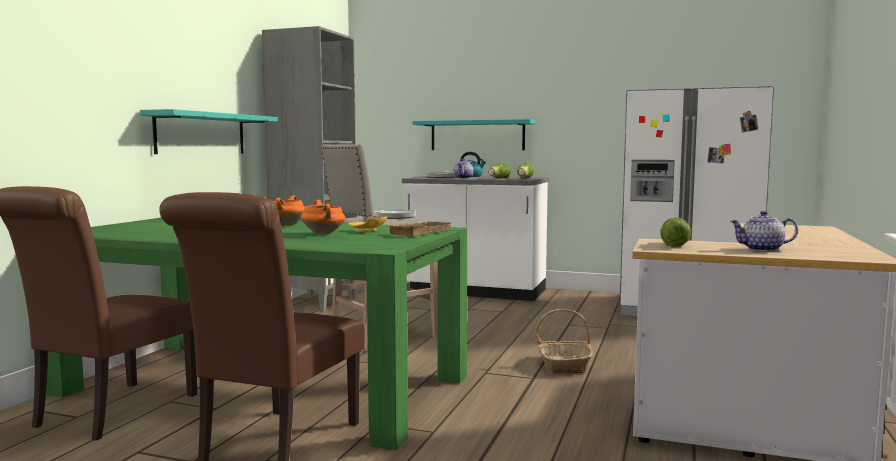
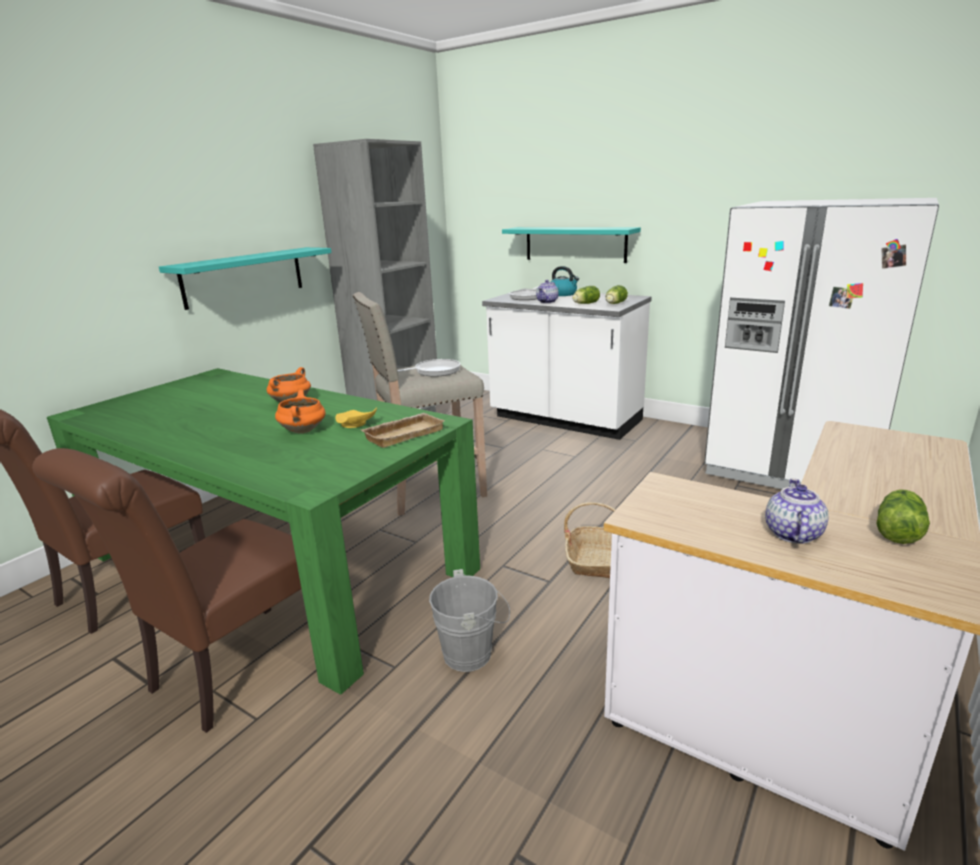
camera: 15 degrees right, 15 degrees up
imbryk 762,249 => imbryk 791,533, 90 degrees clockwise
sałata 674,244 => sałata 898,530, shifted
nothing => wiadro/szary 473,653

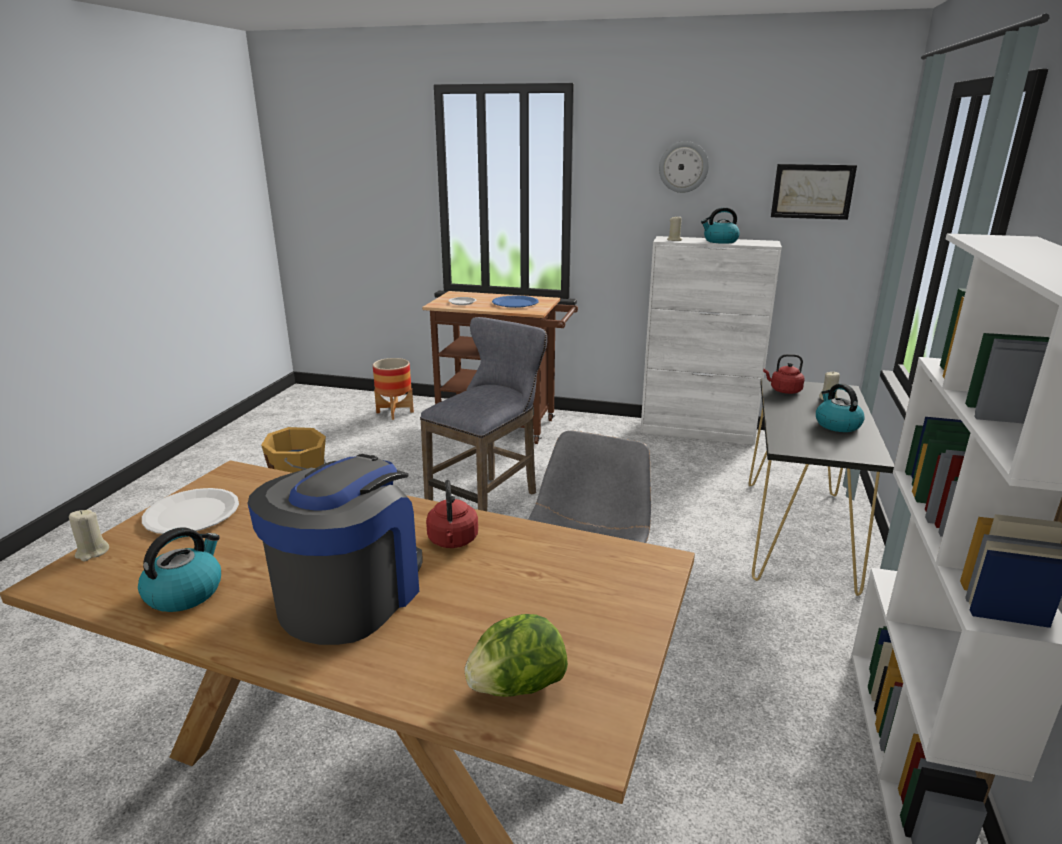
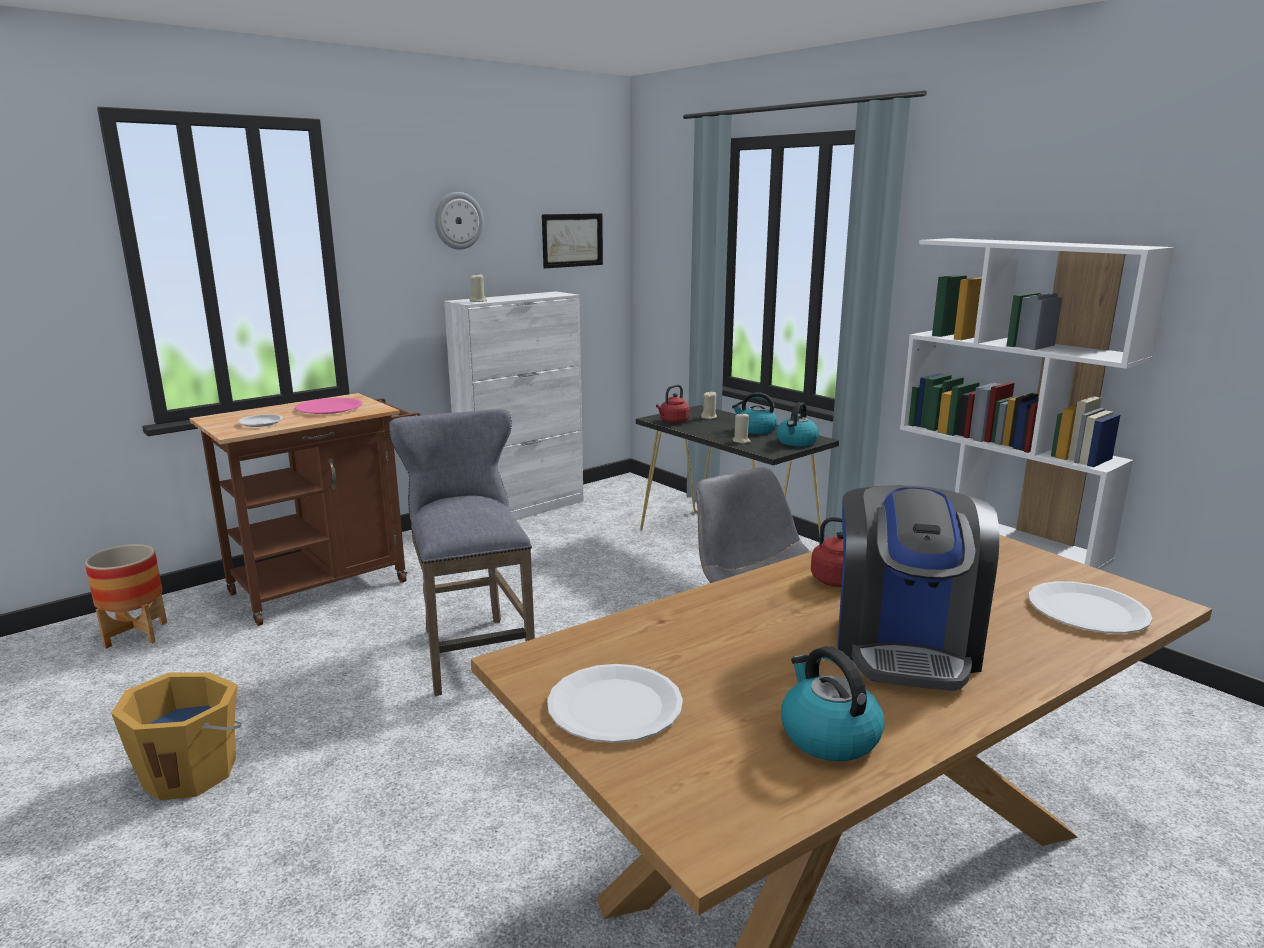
camera: 55 degrees left, 5 degrees down
czajnik 720,241 => czajnik 796,442, shifted
talerz/niebieski 515,303 => talerz/różowy 329,408
ekspres do kawy 350,595 => ekspres do kawy 906,645, 135 degrees counterclockwise
świeca/beżowy 92,552 => świeca/beżowy 741,441, shifted
sałata 516,687 => talerz/biały 1087,610

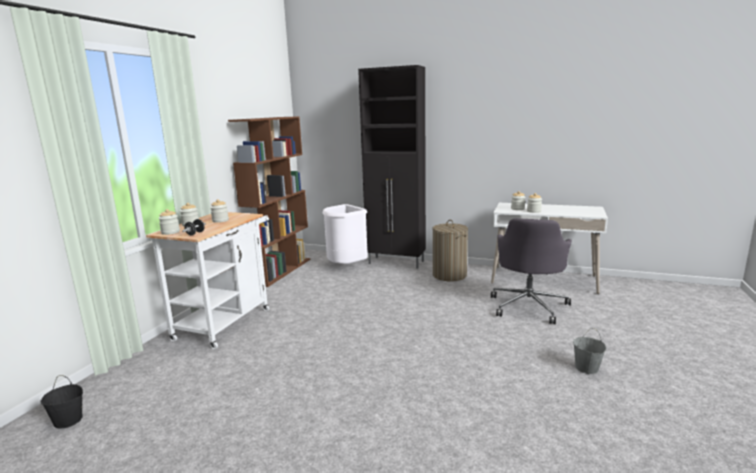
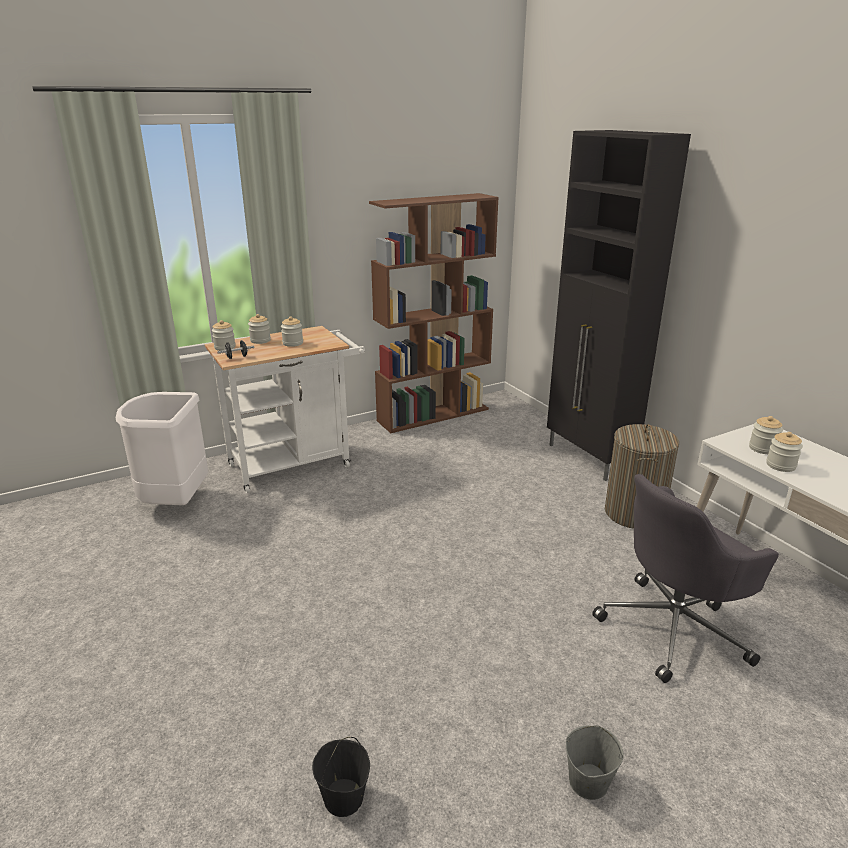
camera: 40 degrees right, 10 degrees up
kosz na śmieci/biały 346,267 => kosz na śmieci/biały 175,503, shifted
wiadro/czarny 69,420 => wiadro/czarny 344,798, shifted

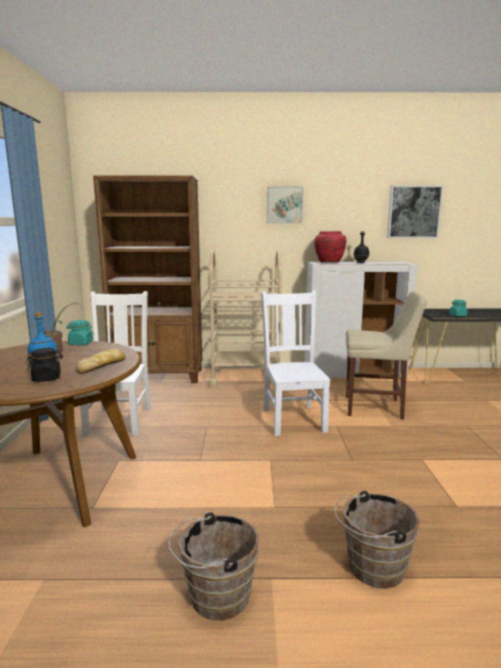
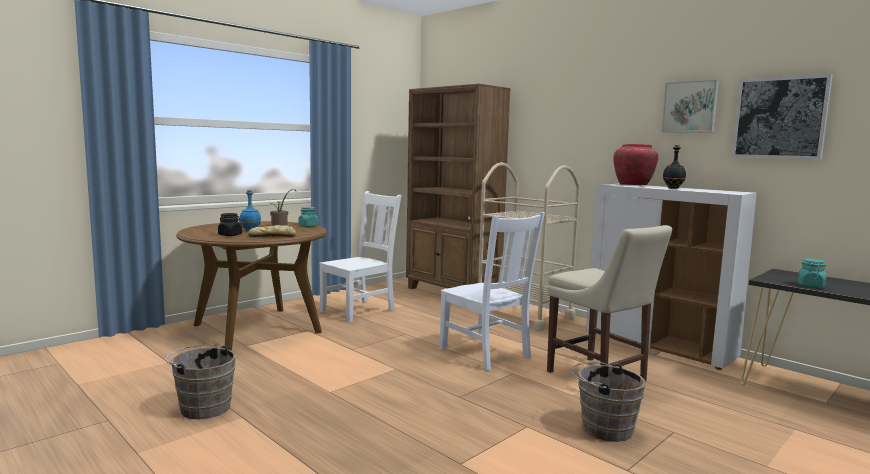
camera: 45 degrees right, 5 degrees down
obraz 284,205 => obraz 690,107, shifted
krzesło/biały 293,419 => krzesło/biały 486,354, 105 degrees clockwise
wiadro/brązowy 371,567 => wiadro/brązowy 603,428, shifted

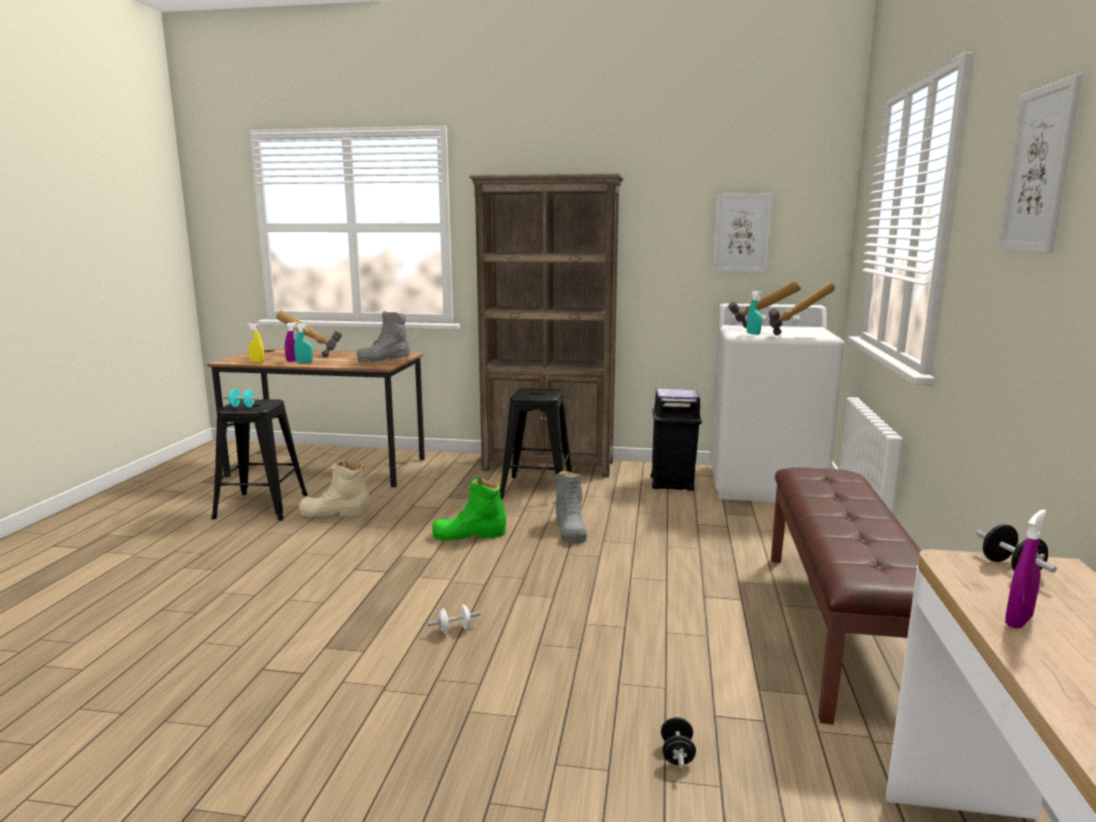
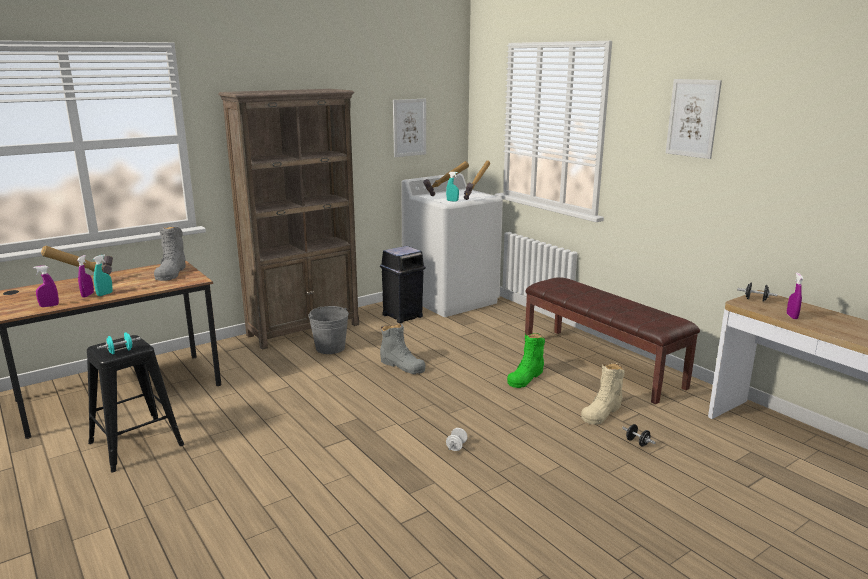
camera: 45 degrees left, 5 degrees up
spryskiwacz/żółty 257,362 => spryskiwacz/fioletowy 49,306
stołek/czarny 538,488 => wiadro/szary 330,348
but z cholewką/beżowy 334,512 => but z cholewką/beżowy 602,412, shifted
but z cholewką/zielony 469,535 => but z cholewką/zielony 526,377, shifted

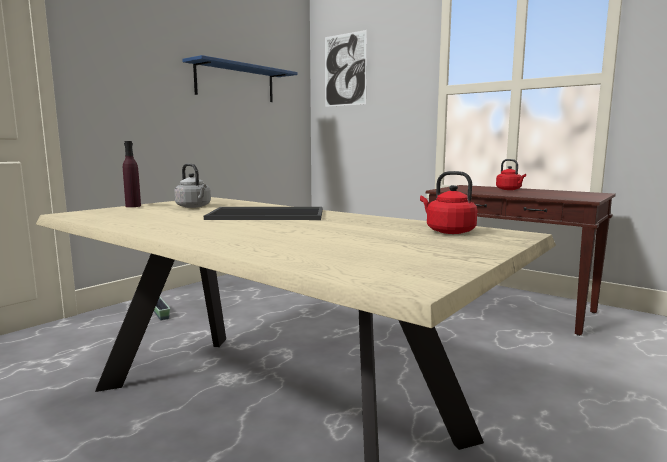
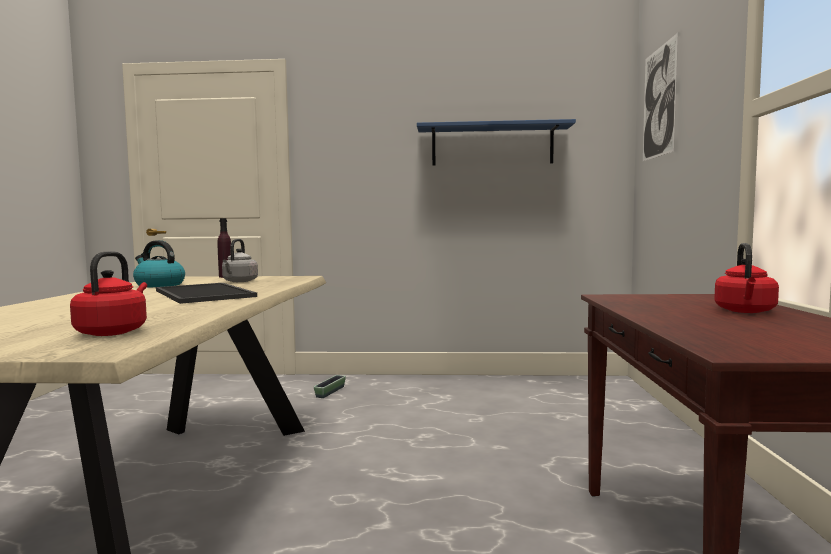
camera: 55 degrees right, 5 degrees down
nothing => czajnik 159,285

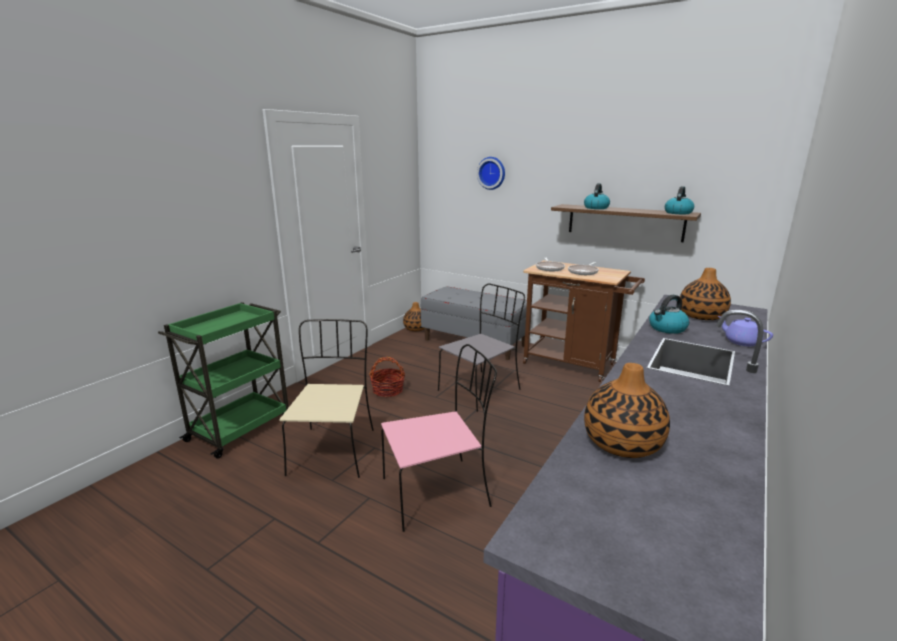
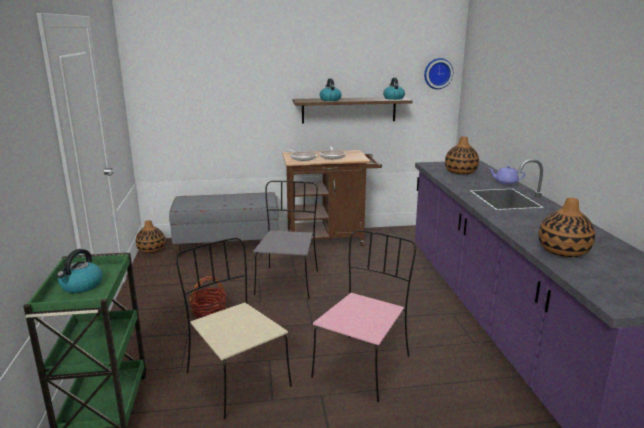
camera: 40 degrees left, 0 degrees up
zegar ścienny 492,173 => zegar ścienny 437,73, shifted
czajnik 667,328 => czajnik 81,286, shifted

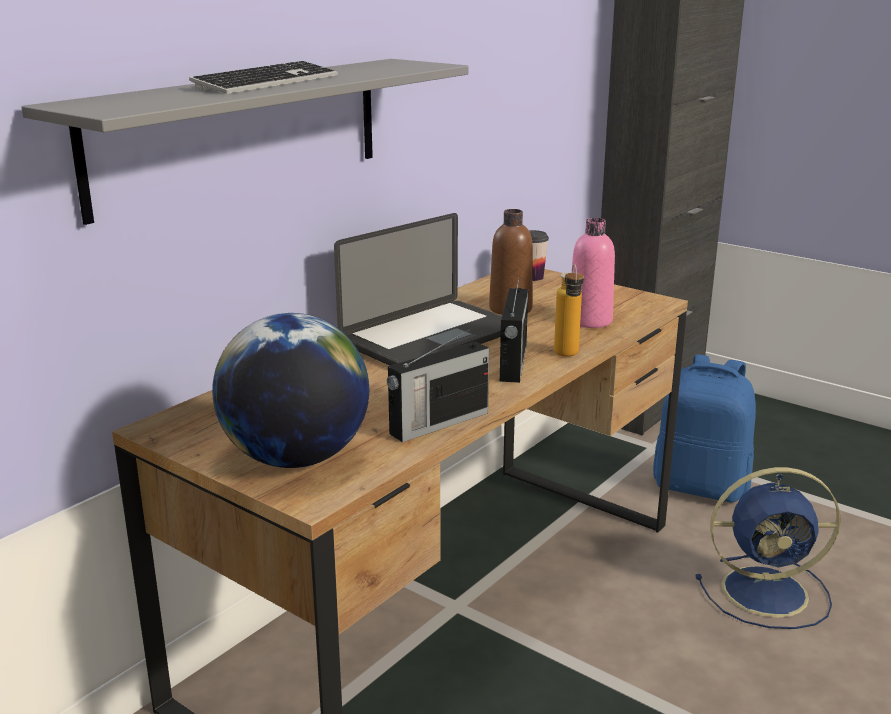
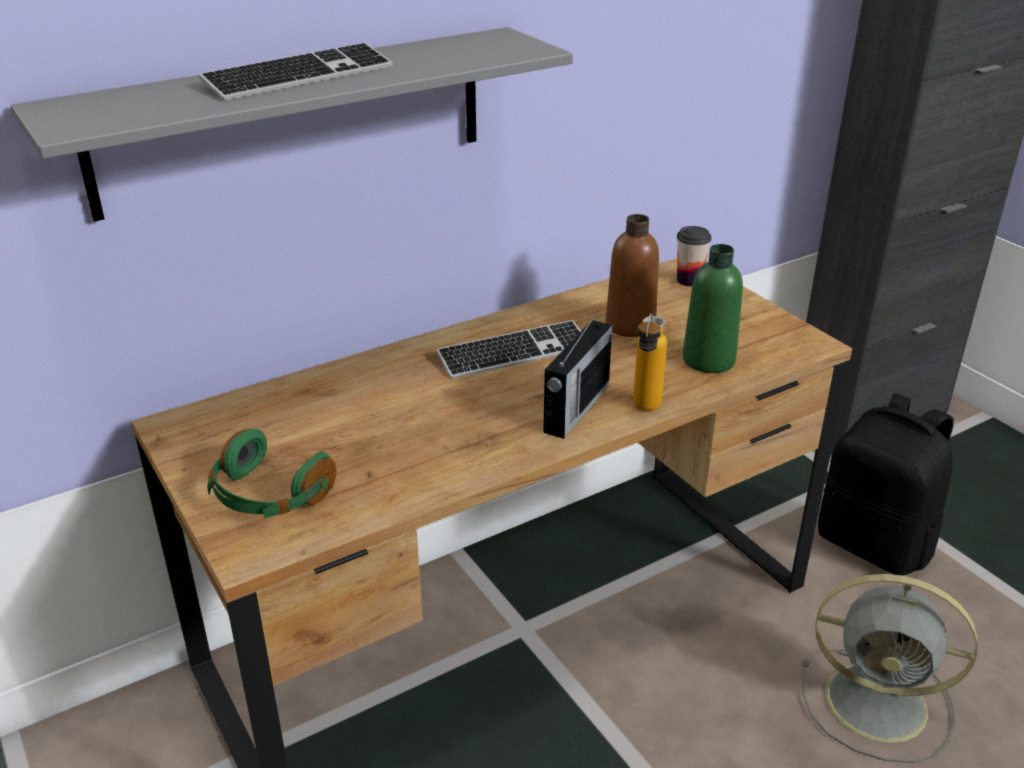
camera: 20 degrees right, 10 degrees up
laptop 431,337 => klawiatura 514,353
butelka/różowy 589,321 => butelka/zielony 708,360
globus 296,458 => słuchawki/zielony 268,496
radio 437,423 => nothing
plecak/niebieski 701,486 => plecak/czarny 875,544
wentylator/niebieski 768,592 => wentylator/szary 880,703

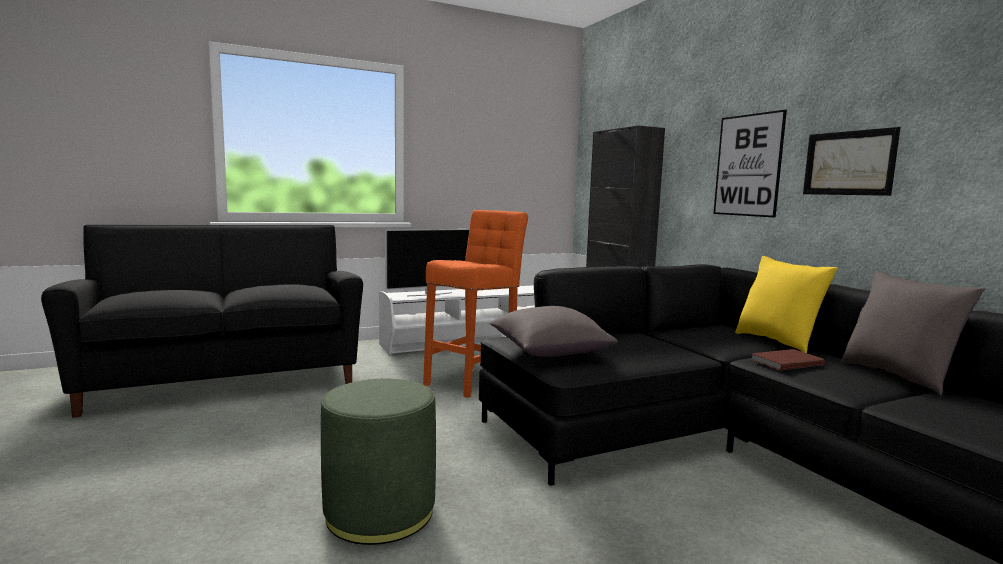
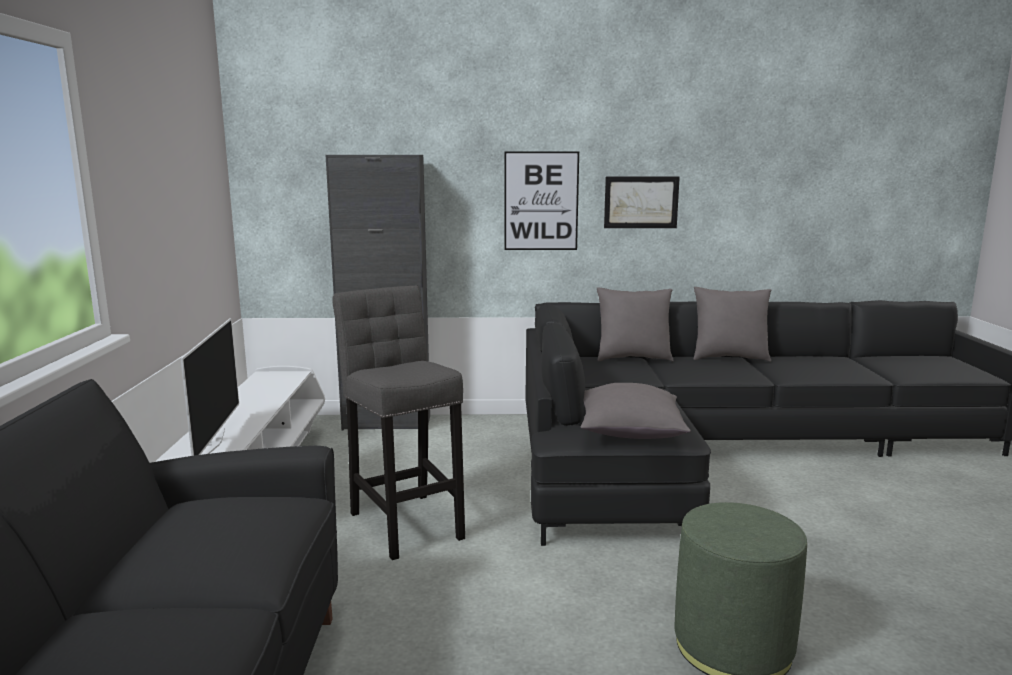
camera: 65 degrees left, 5 degrees up
stołek/pomarańczowy 474,379 => stołek/szary 405,522
poduszka/żółty 777,342 => poduszka/szary 633,358
książka/brązowy 785,362 => nothing

